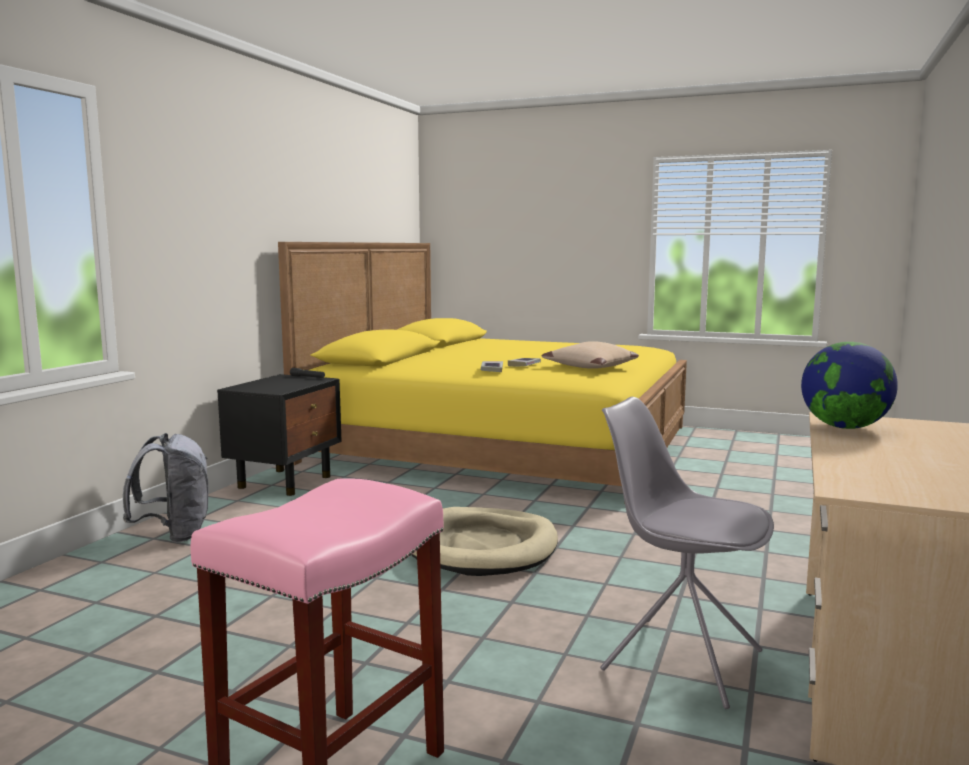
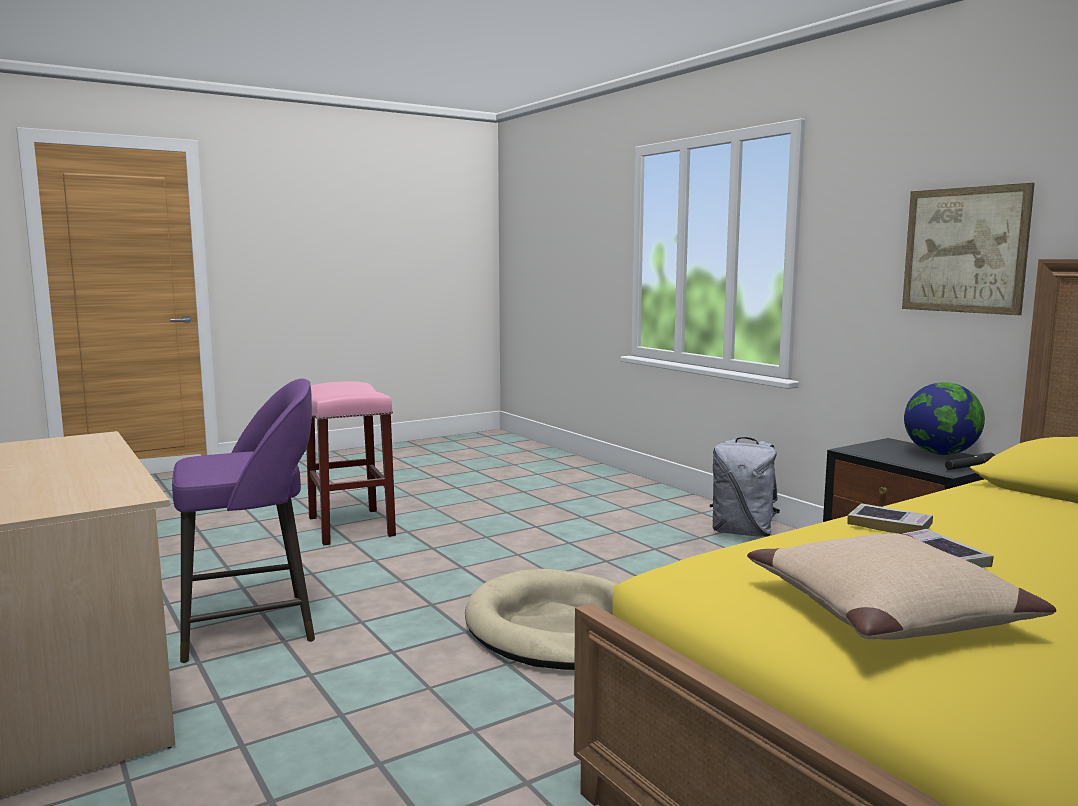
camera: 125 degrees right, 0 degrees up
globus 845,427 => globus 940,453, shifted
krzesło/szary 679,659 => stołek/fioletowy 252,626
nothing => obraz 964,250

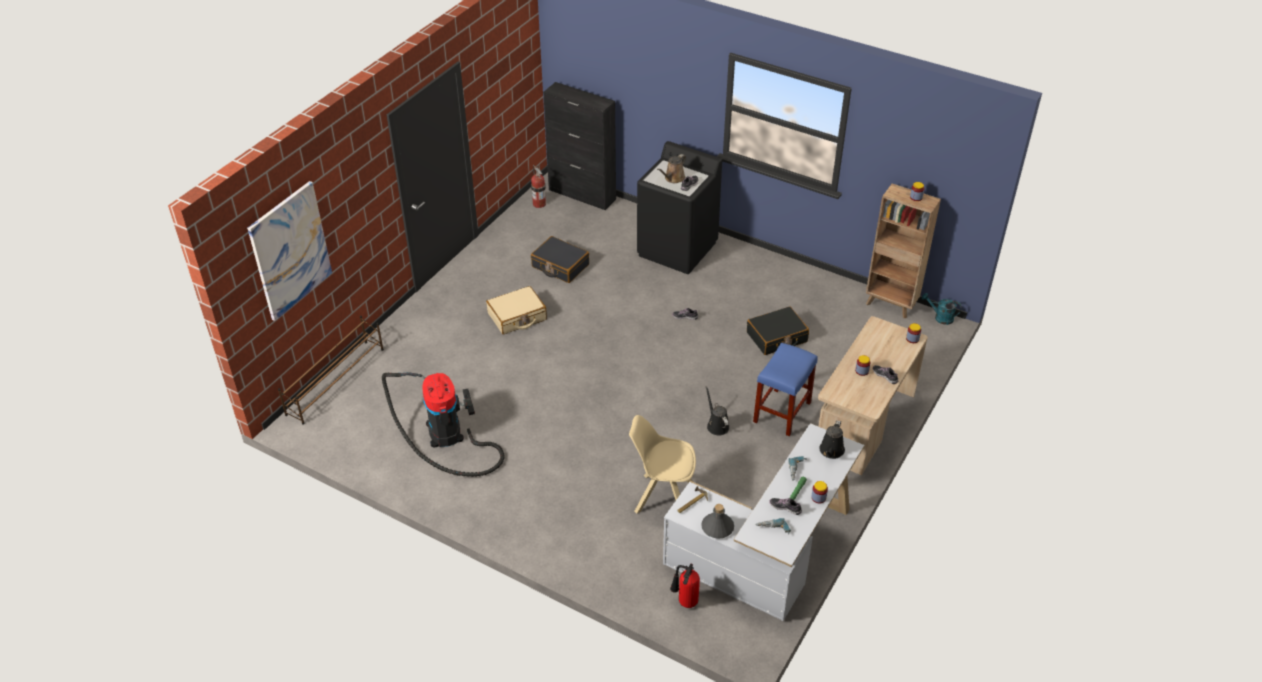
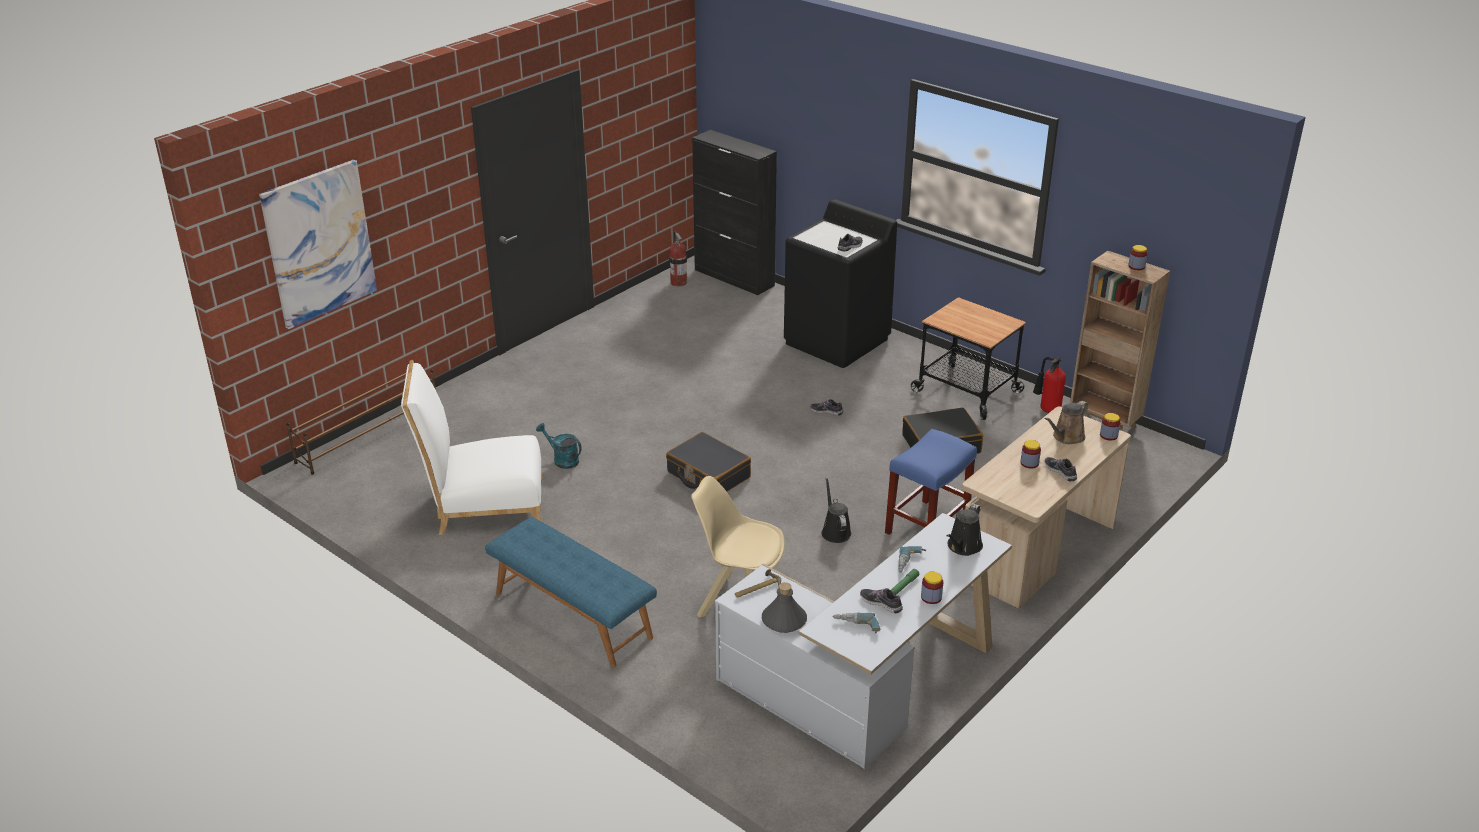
camera: 10 degrees right, 10 degrees down
konewka/brązowy 673,178 => konewka/brązowy 1066,437, shifted
walizka/czarny 560,266 => walizka/czarny 708,475, shifted
walizka/beżowy 517,317 => nothing
konewka/turkusowy 940,317 => konewka/turkusowy 562,460, shifted
odkurzacz 447,435 => krzesło/biały 483,505
gaśnica 685,602 => gaśnica 1046,410, shifted
nothing => wózek 967,391
nothing => ławka/niebieski 572,615

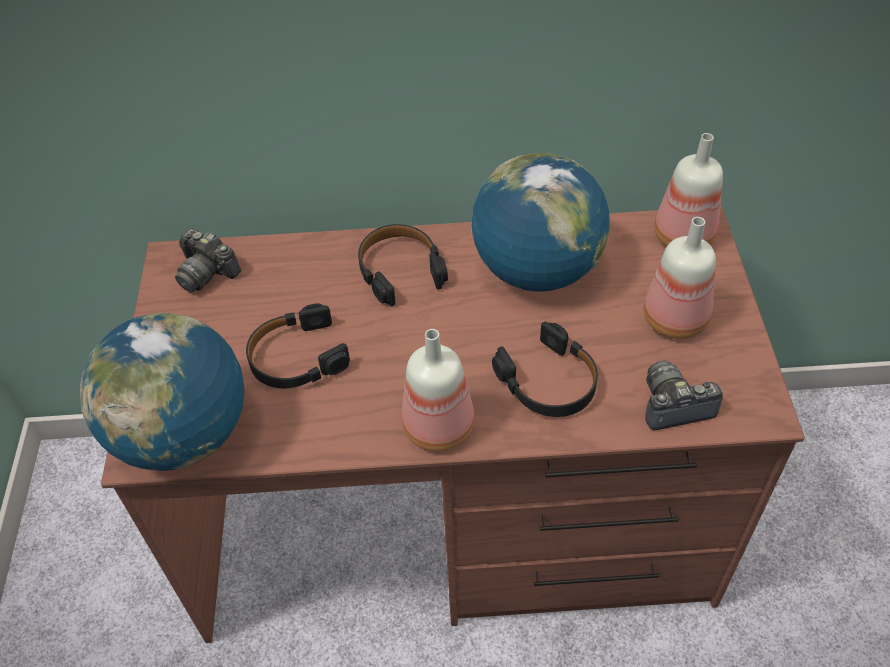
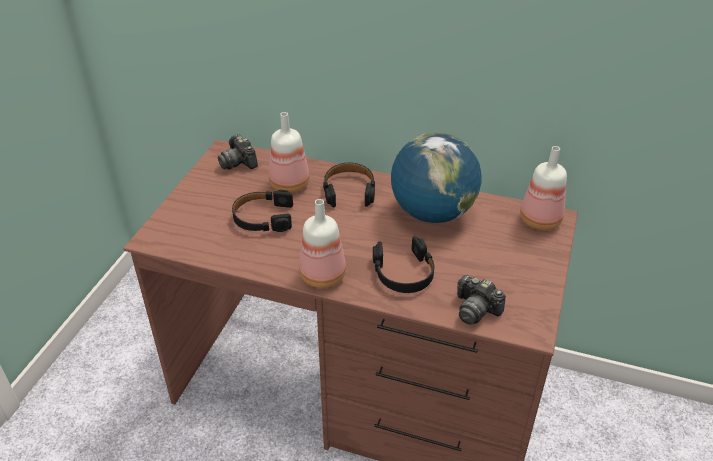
camera: 20 degrees right, 10 degrees down
butelka 676,318 => butelka 291,184, shifted
globus 183,435 => nothing
aparat fotograficzny 674,406 => aparat fotograficzny 475,309, 150 degrees counterclockwise

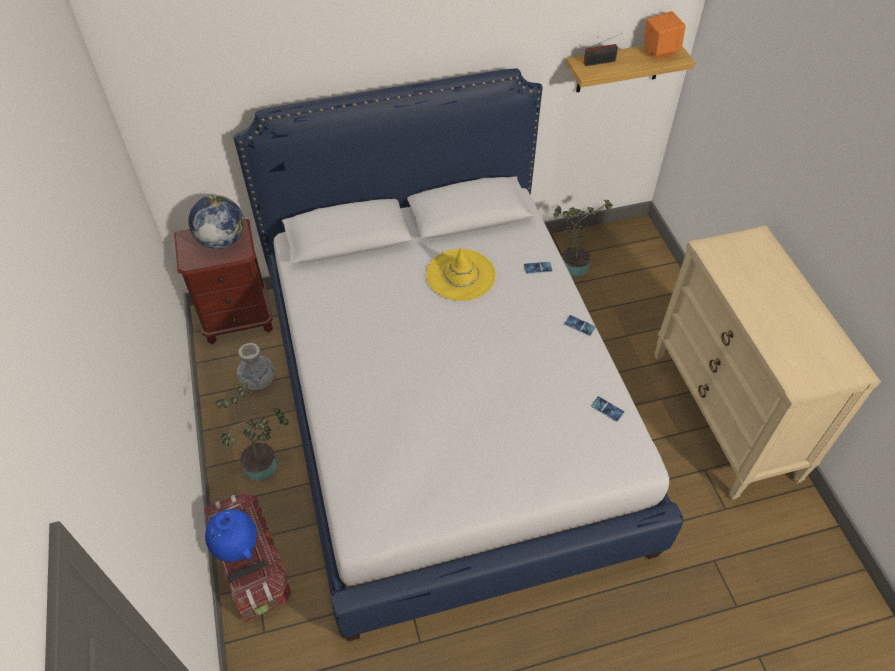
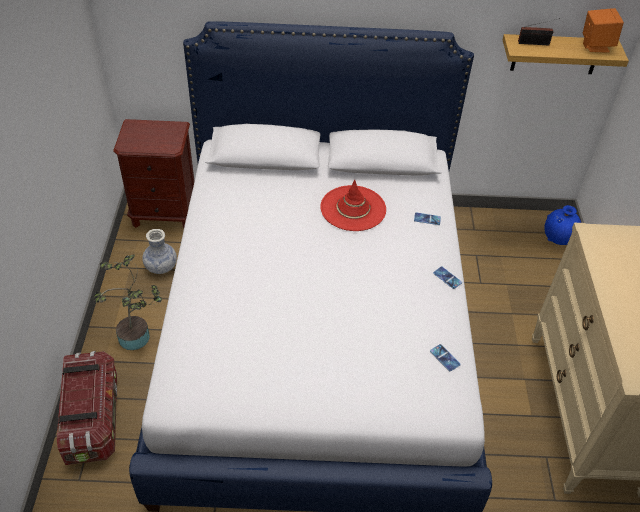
camera: 15 degrees right, 5 degrees down
globus 221,240 => nothing
roślina doniczkowa 571,264 => nothing
kapelusz/żółty 461,275 => kapelusz/czerwony 353,208
wazon/niebieski 237,547 => wazon/niebieski 557,240, shifted

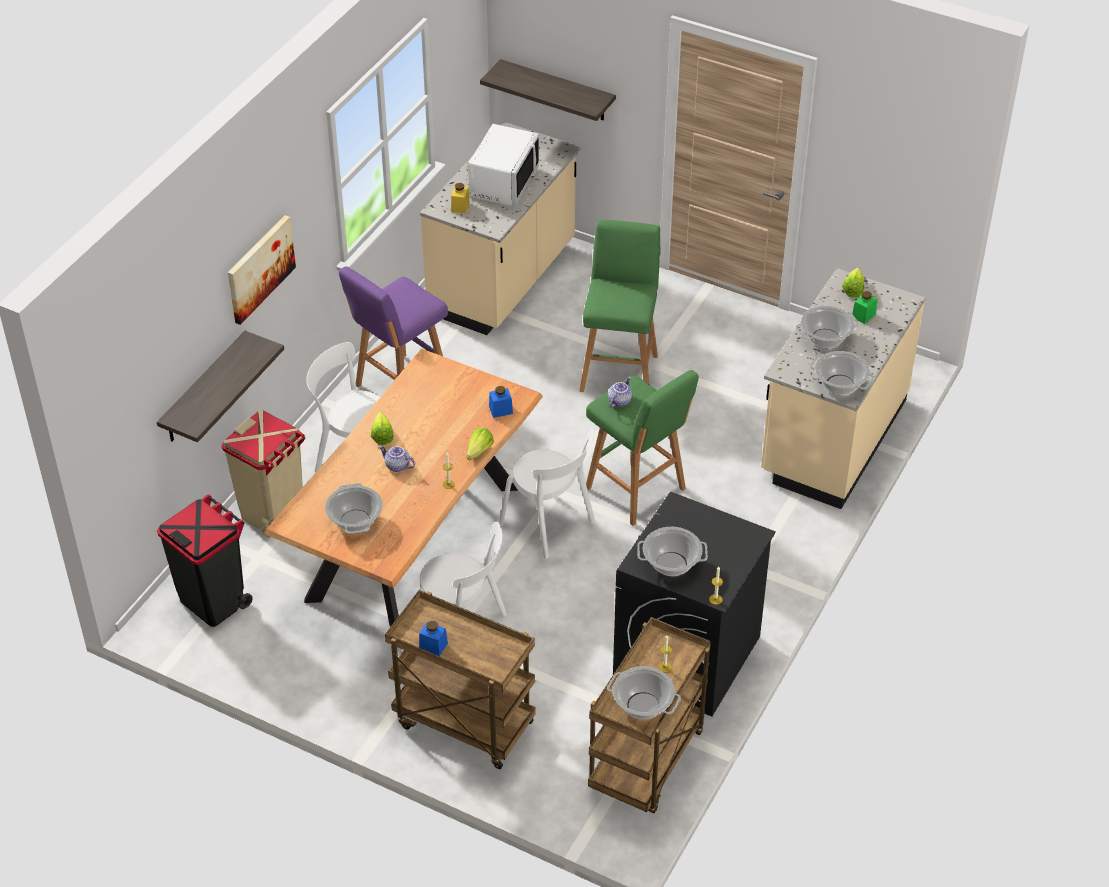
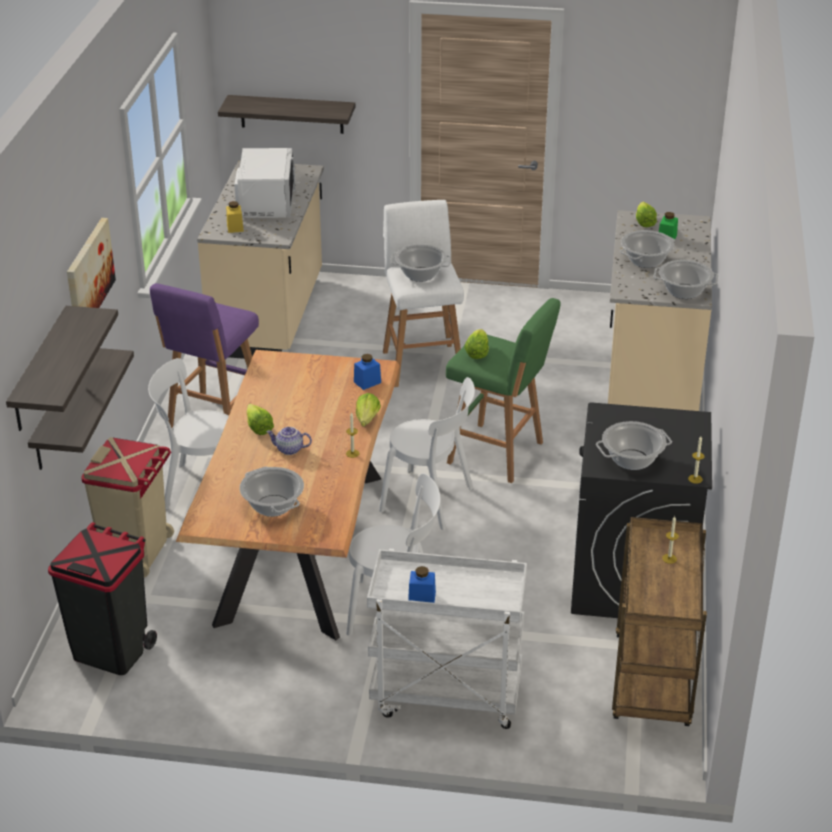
camera: 20 degrees left, 10 degrees down
stołek/zielony 619,371 => stołek/biały 422,363
imbryk 619,401 => sałata 477,353
wózek/brązowy 462,724 => wózek/biały 445,697
garnek 642,706 => garnek 420,275, shifted
nothing => półka 40,370

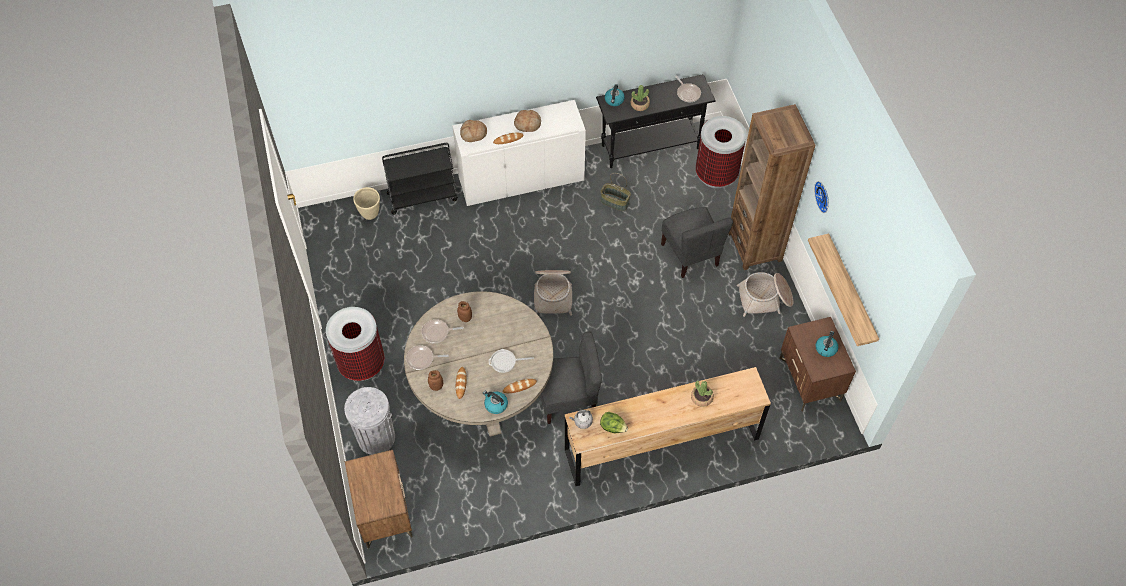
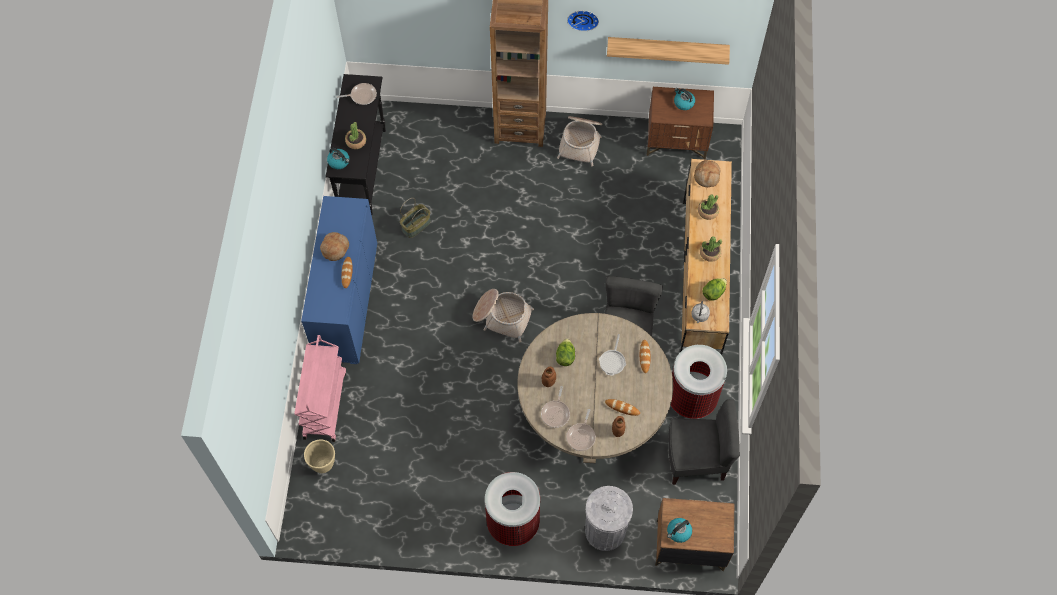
camera: 70 degrees left, 5 degrees up
szafka/biały 521,179 => szafka/niebieski 347,301
kosz na śmieci 716,174 => kosz na śmieci 691,398, shifted
chleb 473,134 => chleb 707,176, shifted
wózek/czarny 423,196 => wózek/różowy 324,404
krzesło/szary 690,255 => krzesło/szary 696,459, shifted
czajnik 495,405 => czajnik 678,532, shifted
nothing => roślina doniczkowa 710,253
nothing => sałata 565,356

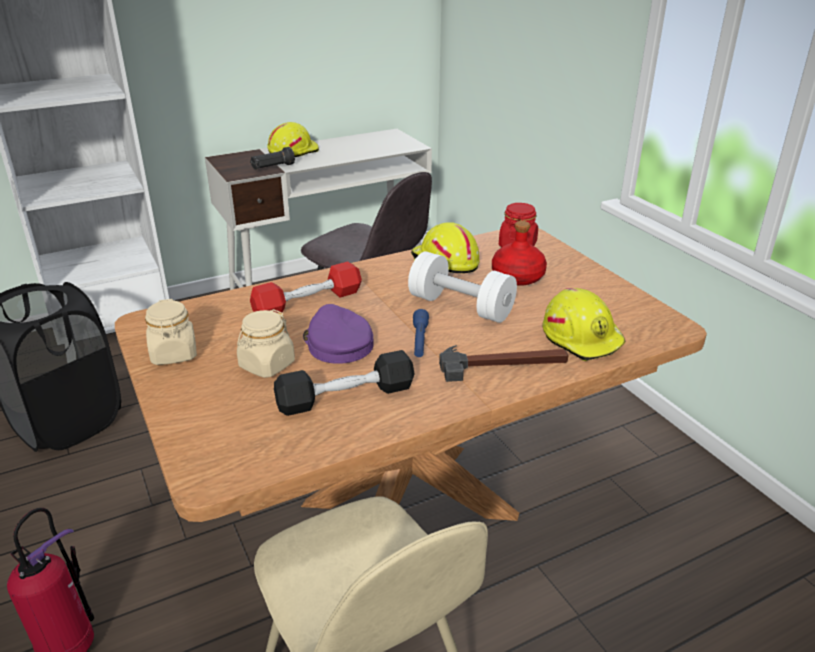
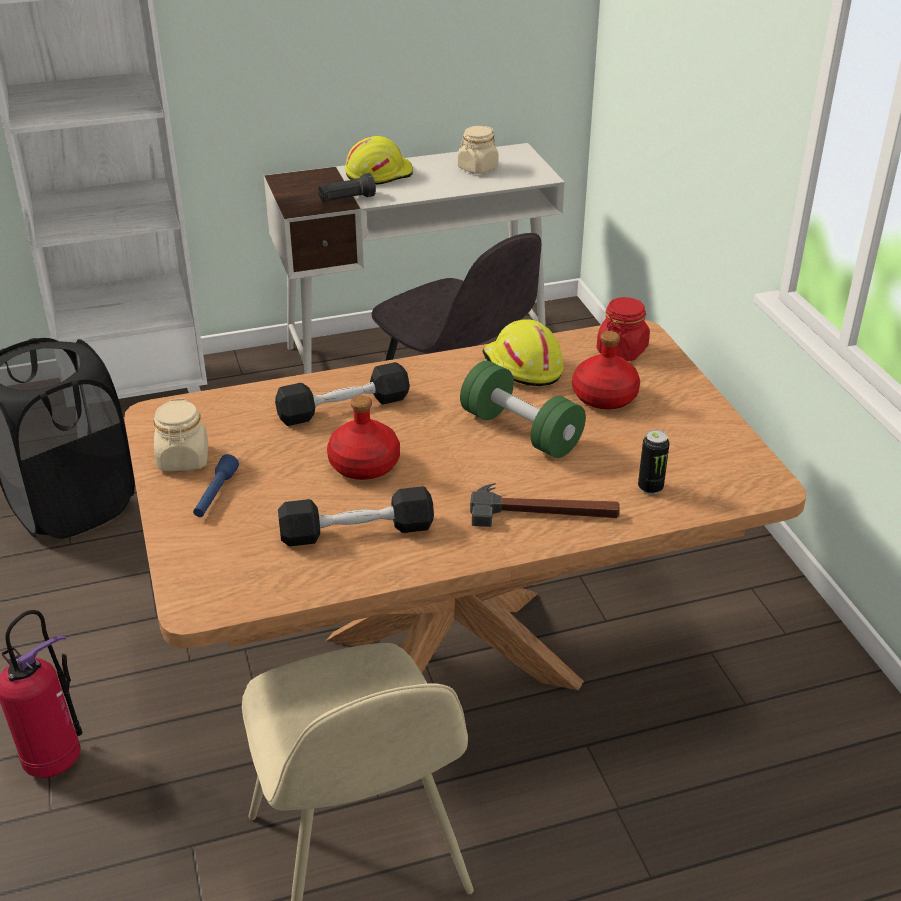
camera: 10 degrees right, 5 degrees up
hantel/biały 461,306 => hantel/zielony 521,431
hantel/czerwony 308,302 => hantel/czarny 343,408
kask/żółty 582,337 => puszka 650,488
czapka z daszkiem/fioletowy 337,343 => butelka/czerwony 364,465
słoik/beżowy 267,365 => słoik/beżowy 477,168, shifted
latarka/niebieski 419,341 => latarka/niebieski 215,494, shifted

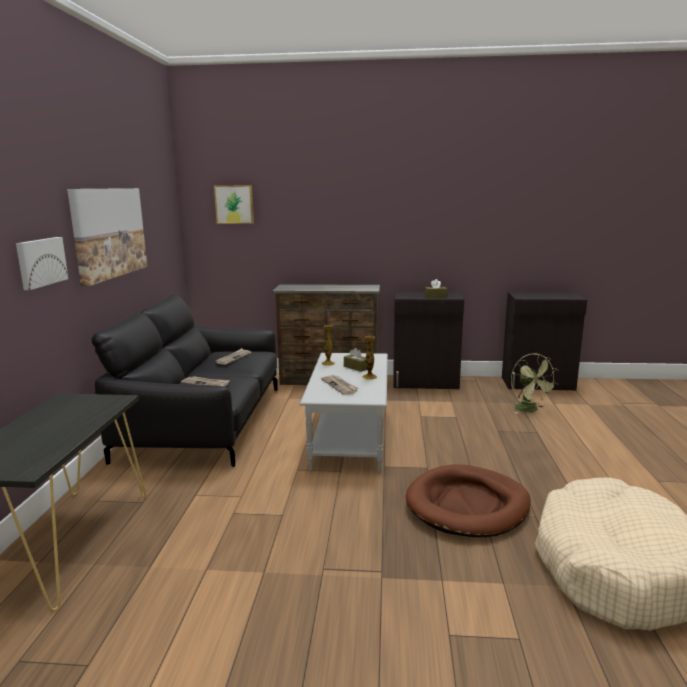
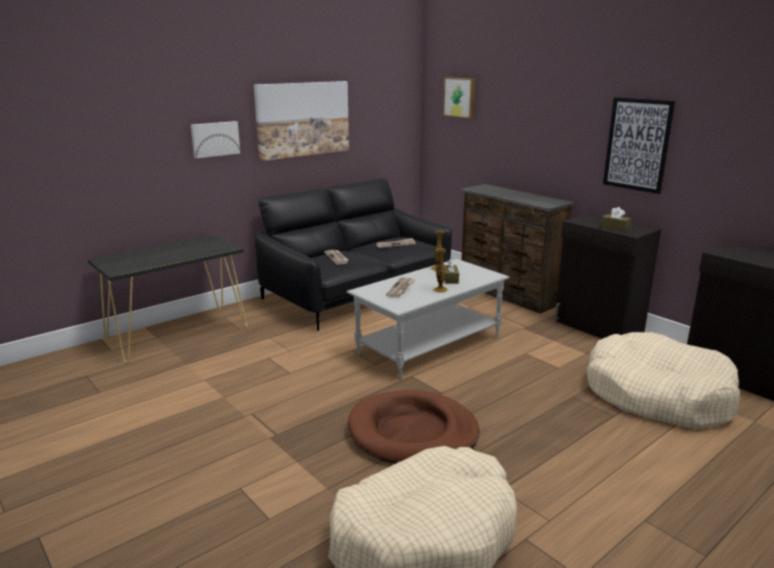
camera: 45 degrees right, 5 degrees up
wentylator/zielony 530,410 => legowisko/beżowy 657,395
nothing => obraz 637,144

